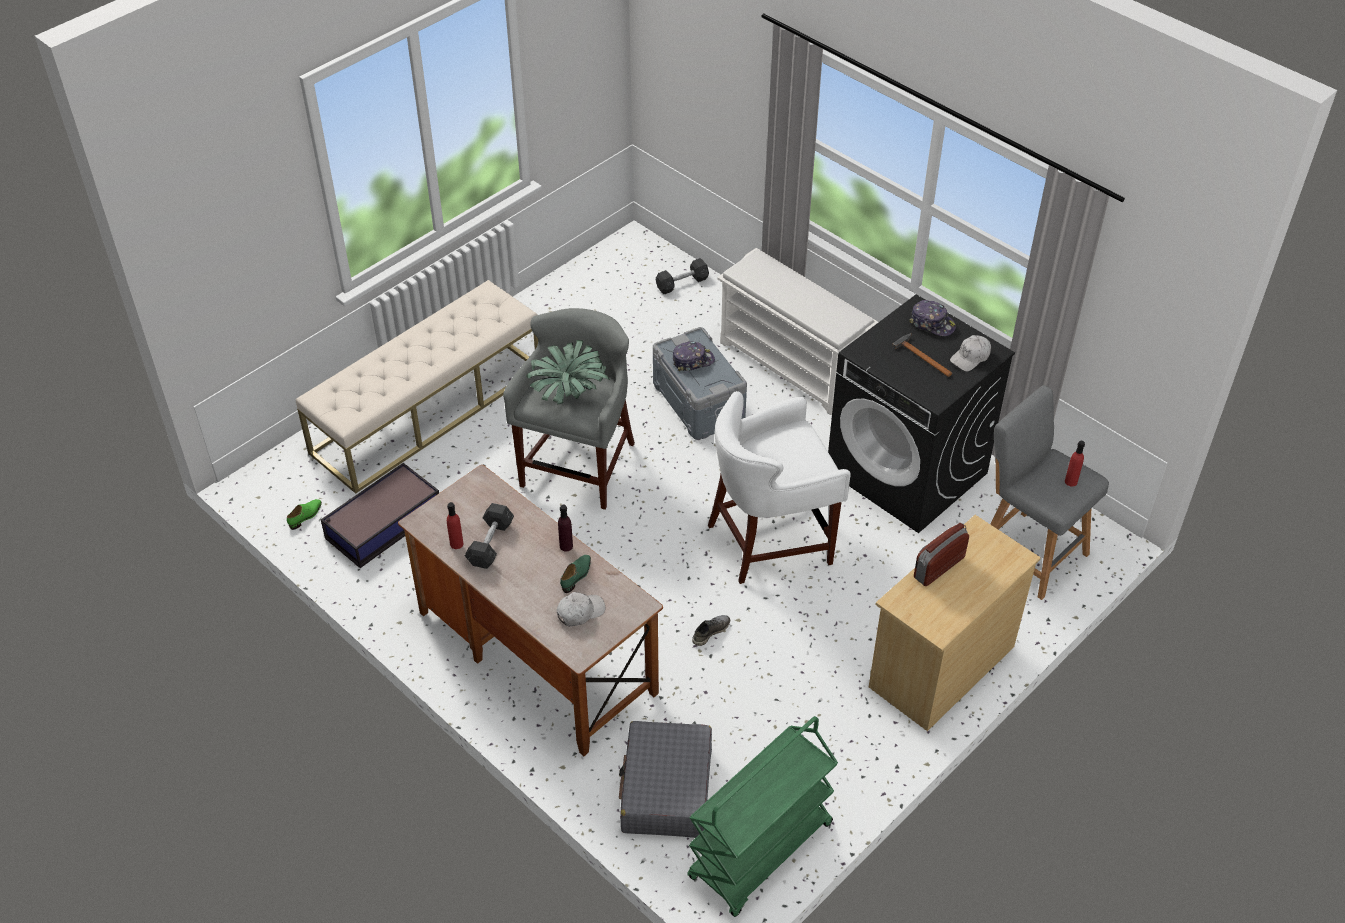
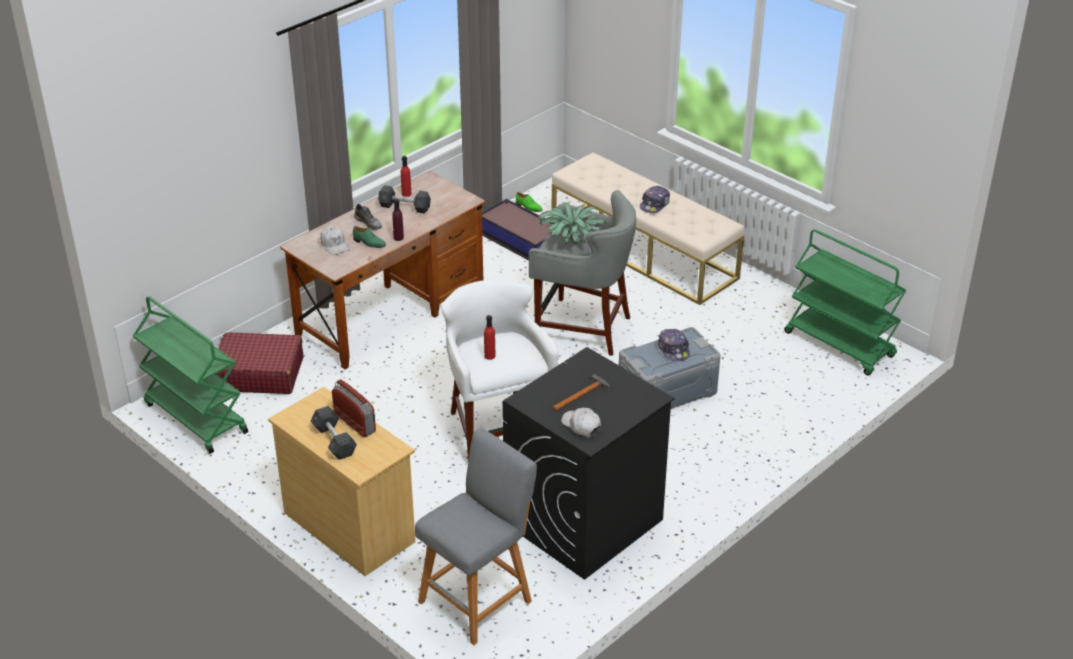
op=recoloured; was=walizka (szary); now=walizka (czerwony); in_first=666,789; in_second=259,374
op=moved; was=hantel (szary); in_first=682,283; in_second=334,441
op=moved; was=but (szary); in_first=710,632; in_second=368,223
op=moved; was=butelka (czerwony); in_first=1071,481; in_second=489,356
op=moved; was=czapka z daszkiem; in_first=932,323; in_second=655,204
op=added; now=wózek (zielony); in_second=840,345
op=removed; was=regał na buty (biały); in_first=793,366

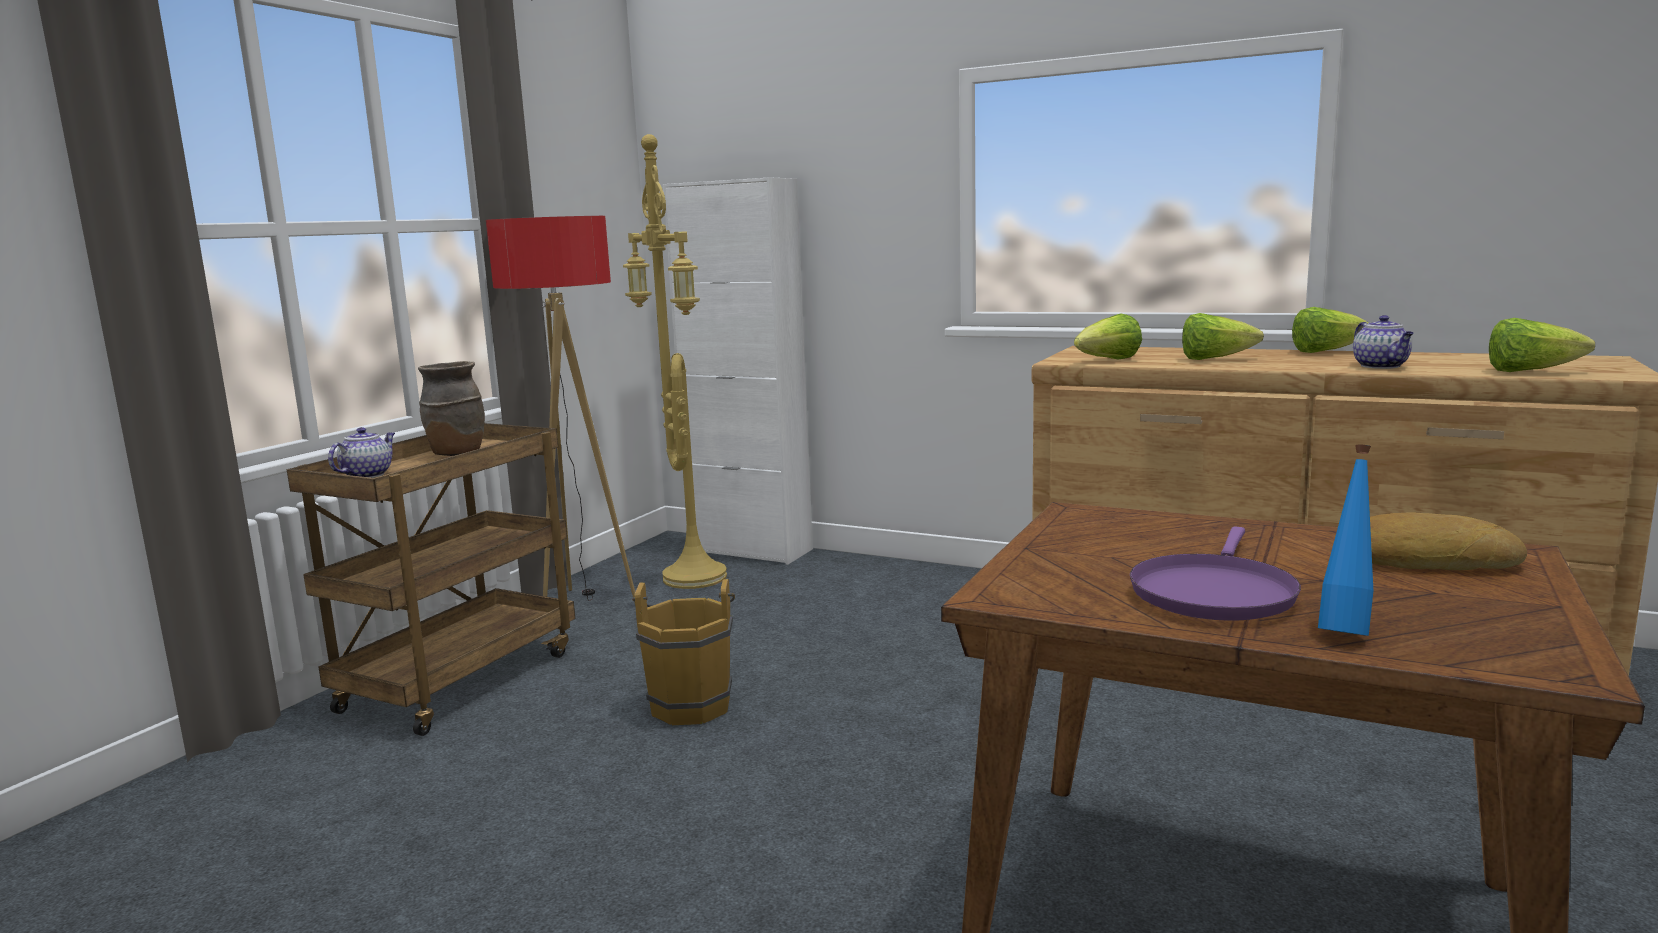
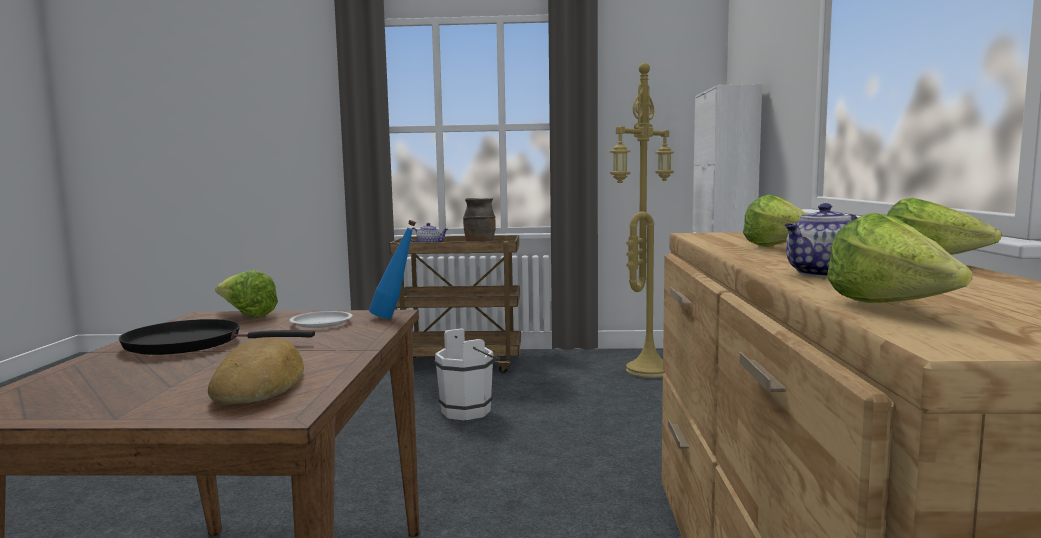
op=recoloured; was=patelnia (fioletowy); now=patelnia (czarny); in_first=1212,593; in_second=192,343
op=moved; was=sałata; in_first=1108,361; in_second=246,315
op=added; now=talerz (biały); in_second=322,323
op=moved; was=butelka (niebieski); in_first=1345,630; in_second=394,318
op=recoloured; was=wiadro (brązowy); now=wiadro (biały); in_first=692,704; in_second=470,411
op=removed; was=lampa stojąca; in_first=584,605

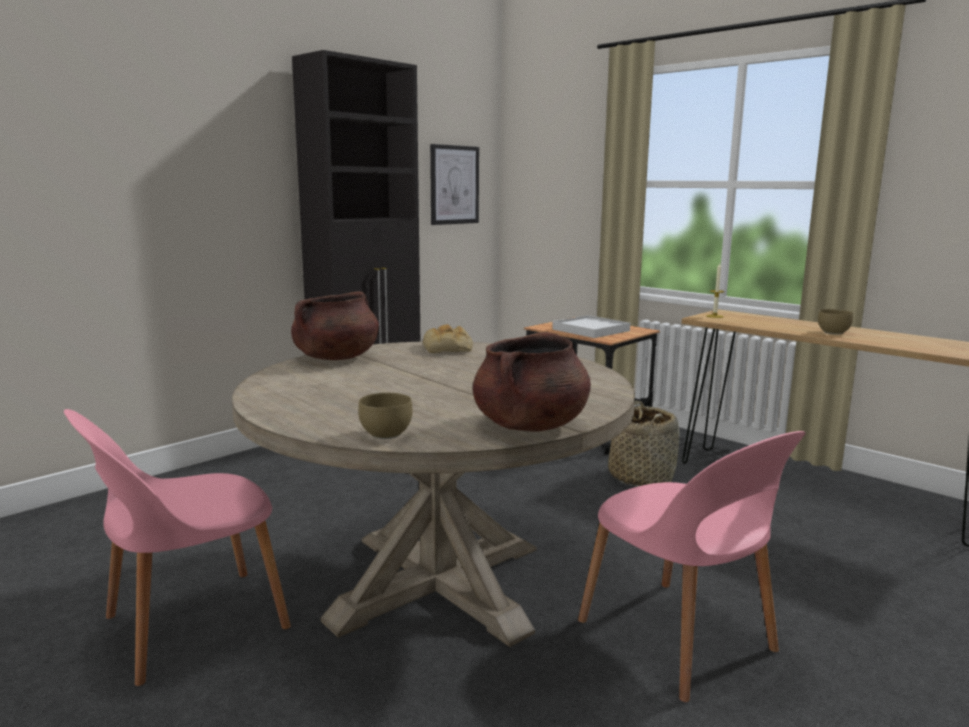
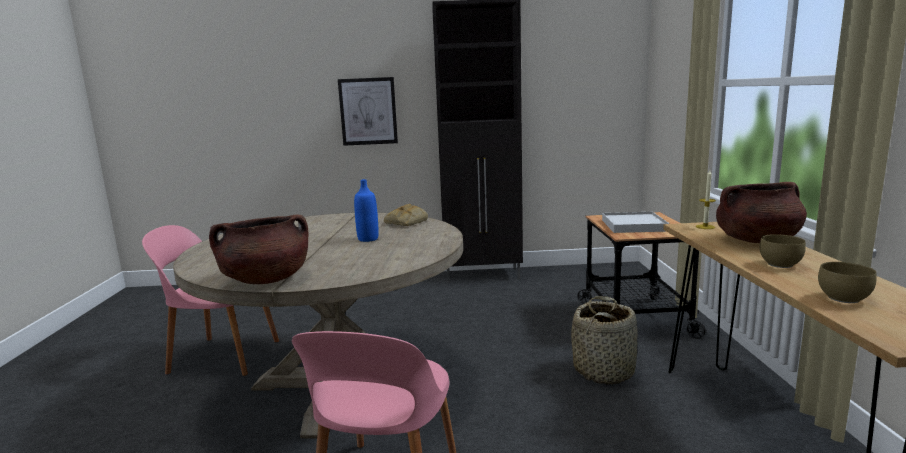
op=moved; was=obraz; in_first=454,185; in_second=368,111
op=added; now=butelka (niebieski); in_second=368,239
op=moved; was=garnek (brązowy); in_first=336,358; in_second=756,240
op=moved; was=miska (brązowy); in_first=387,433; in_second=844,298

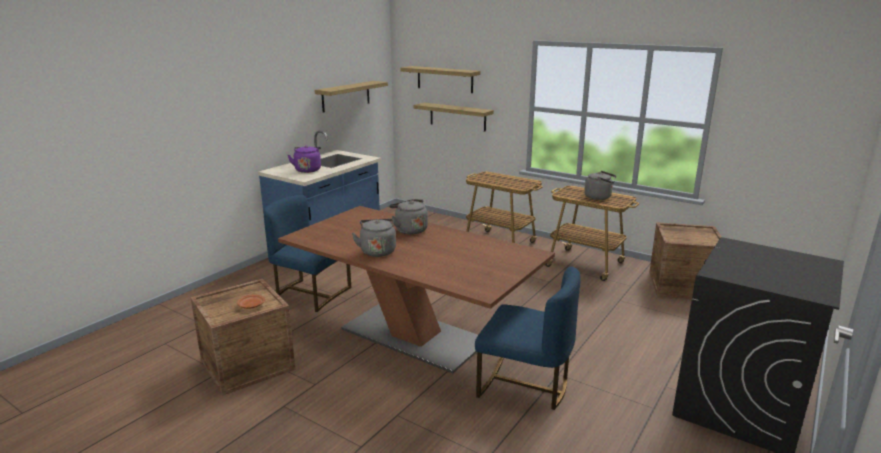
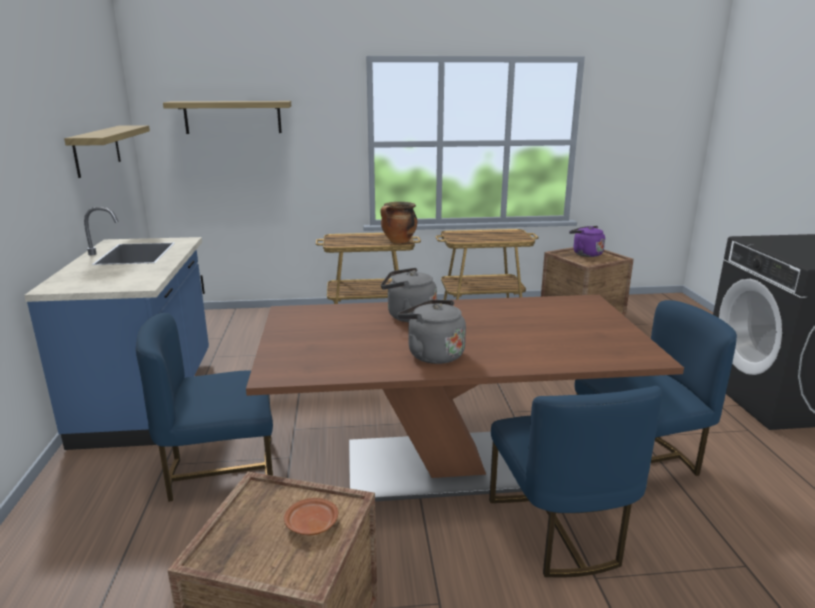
op=added; now=garnek; in_second=398,242
op=added; now=krzesło (niebieski); in_second=558,530
op=moved; was=czajnik (fioletowy); in_first=308,170; in_second=585,254
op=removed; was=półka; in_first=457,116
op=removed; was=czajnik (szary); in_first=599,197

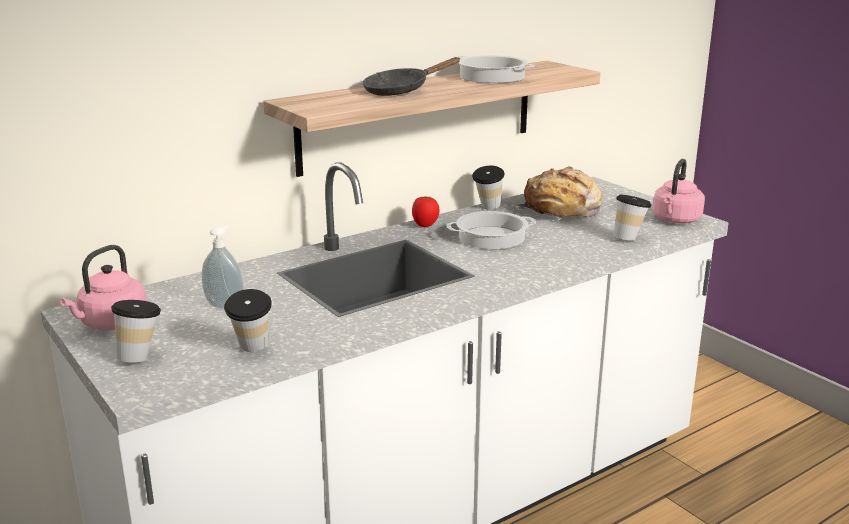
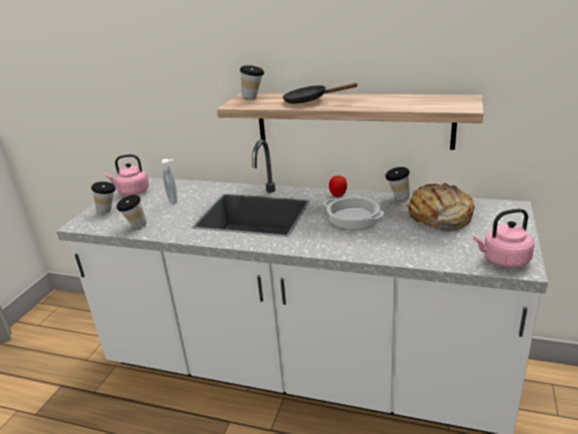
op=moved; was=filiżanka; in_first=629,238; in_second=254,97
op=removed; was=garnek; in_first=493,76

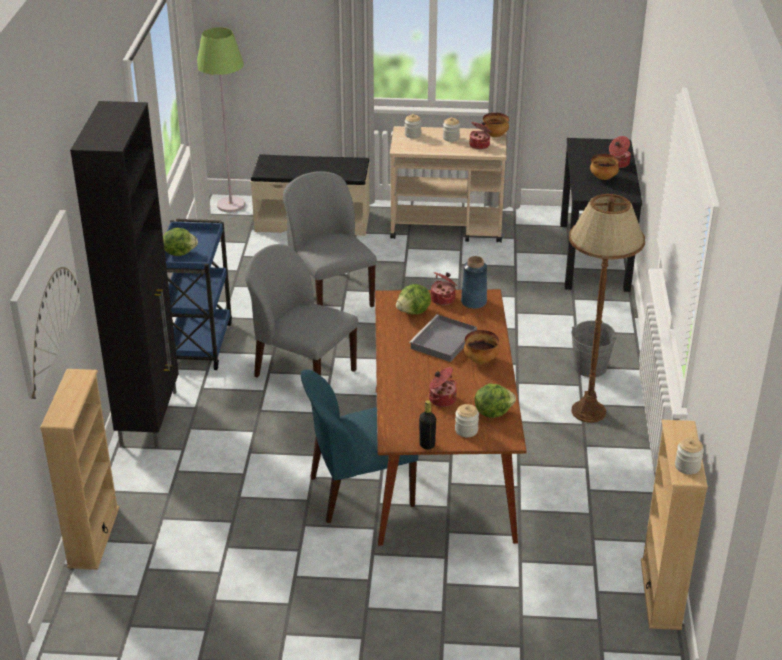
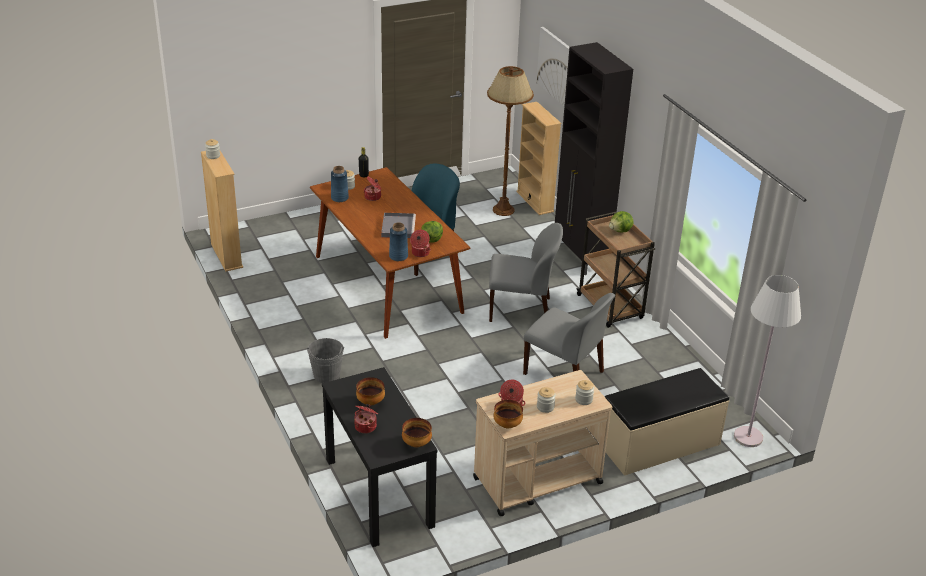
op=replaced; was=sałata; now=wazon (niebieski); in_first=492,412; in_second=340,198
op=moved; was=miska; in_first=481,360; in_second=416,444
op=moved; was=lampa stojąca (brązowy); in_first=588,412; in_second=503,210
op=recoloured; was=wózek (niebieski); now=wózek (brązowy); in_first=199,343; in_second=610,308
op=recoloured; was=lampa stojąca (zielony); now=lampa stojąca (biały); in_first=231,205; in_second=748,437

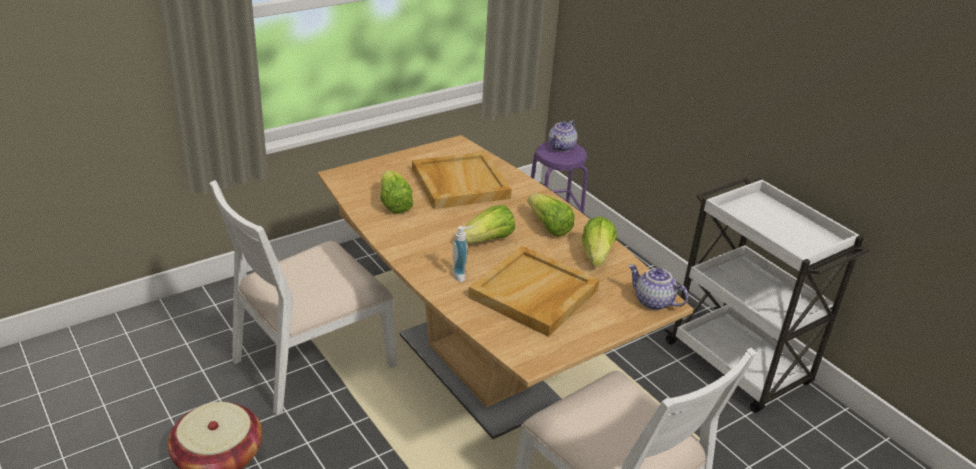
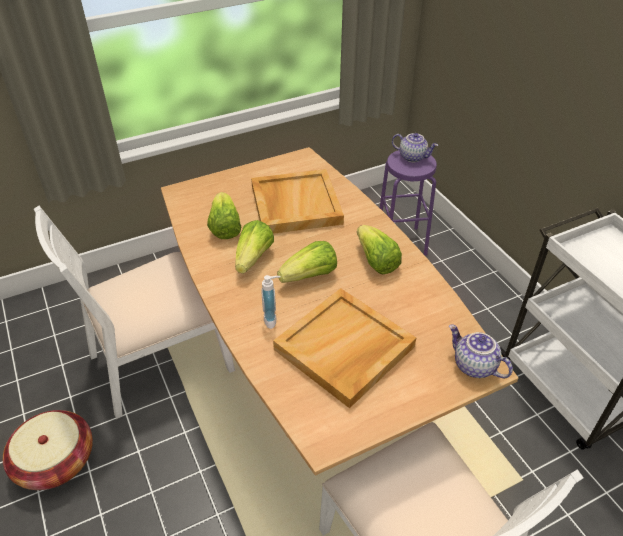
op=moved; was=sałata; in_first=596,255; in_second=253,258
op=turned; was=imbryk; in_first=562,147; in_second=413,157; clockwise=-105

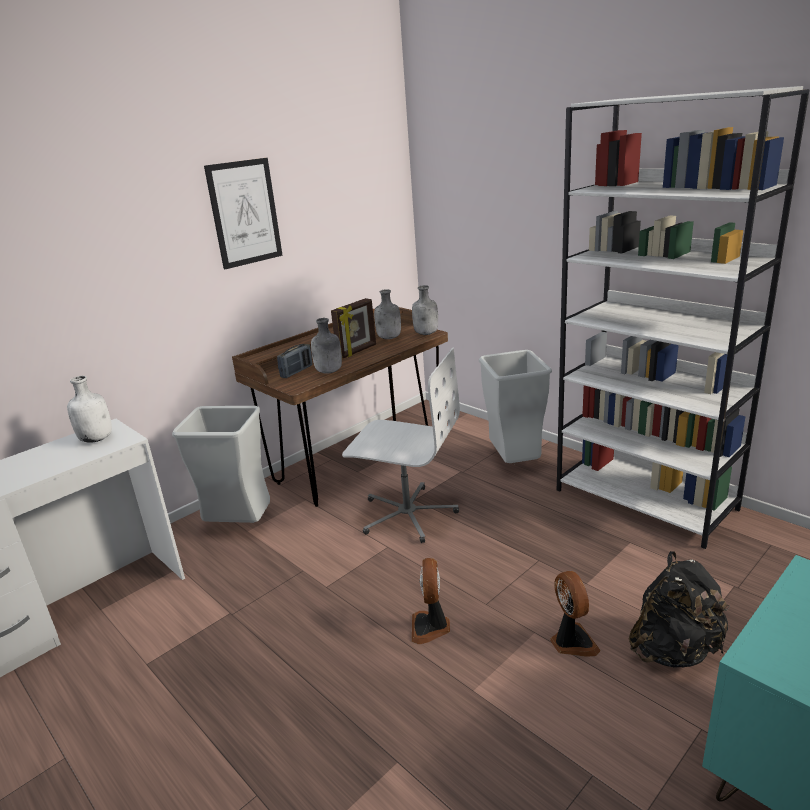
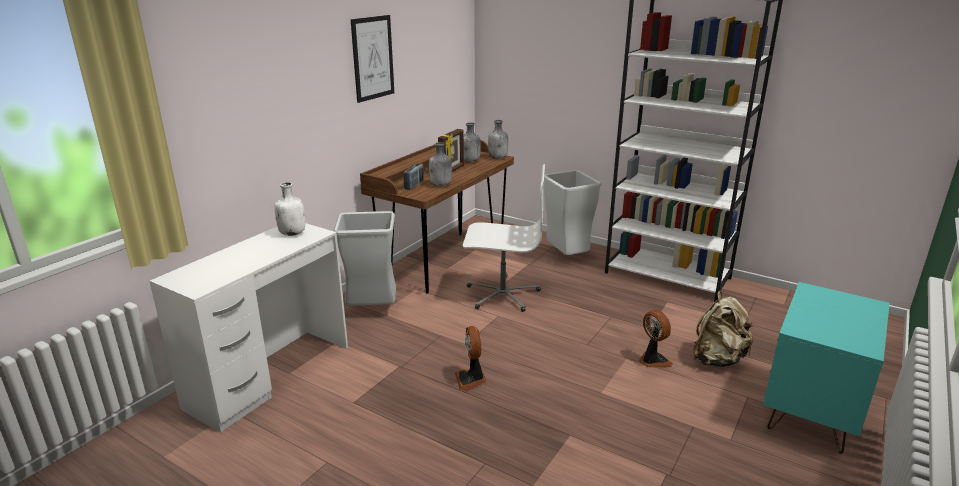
op=moved; was=wentylator; in_first=431,627; in_second=471,379
op=recoloured; was=plecak (czarny); now=plecak (beżowy); in_first=674,650; in_second=717,359

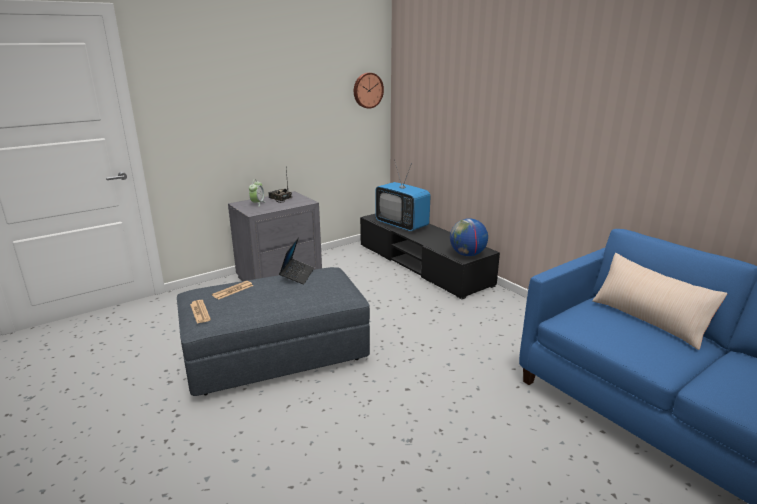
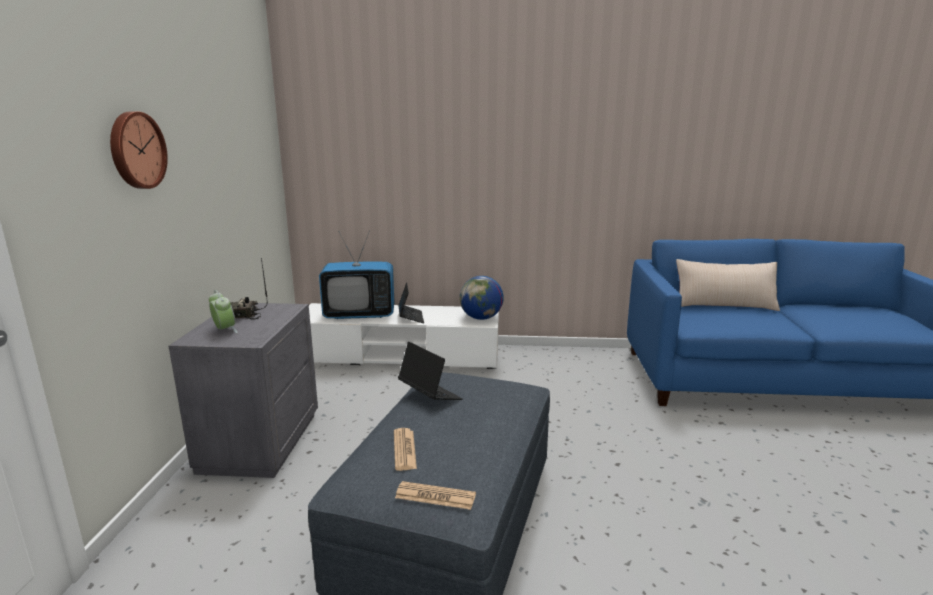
op=moved; was=zegar ścienny; in_first=367,90; in_second=136,150
op=recoloured; was=szafka pod telewizor (czarny); now=szafka pod telewizor (biały); in_first=422,264; in_second=400,355
op=added; now=laptop; in_second=410,317

